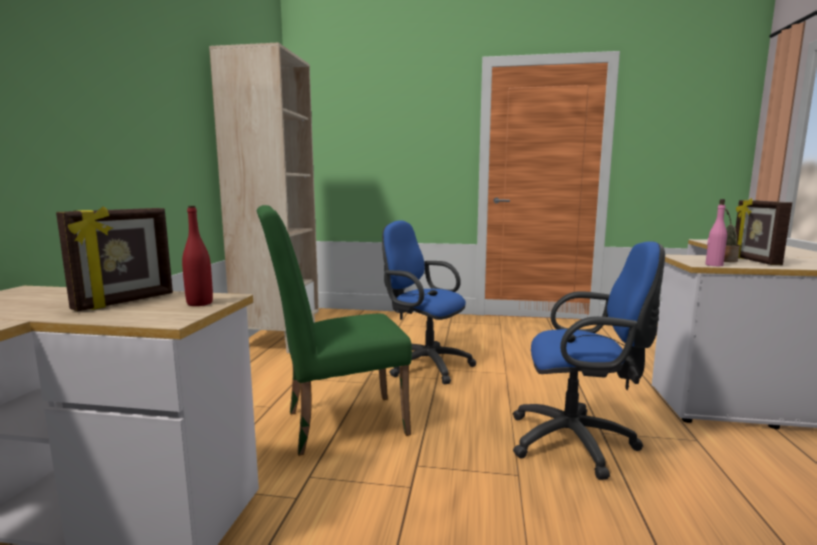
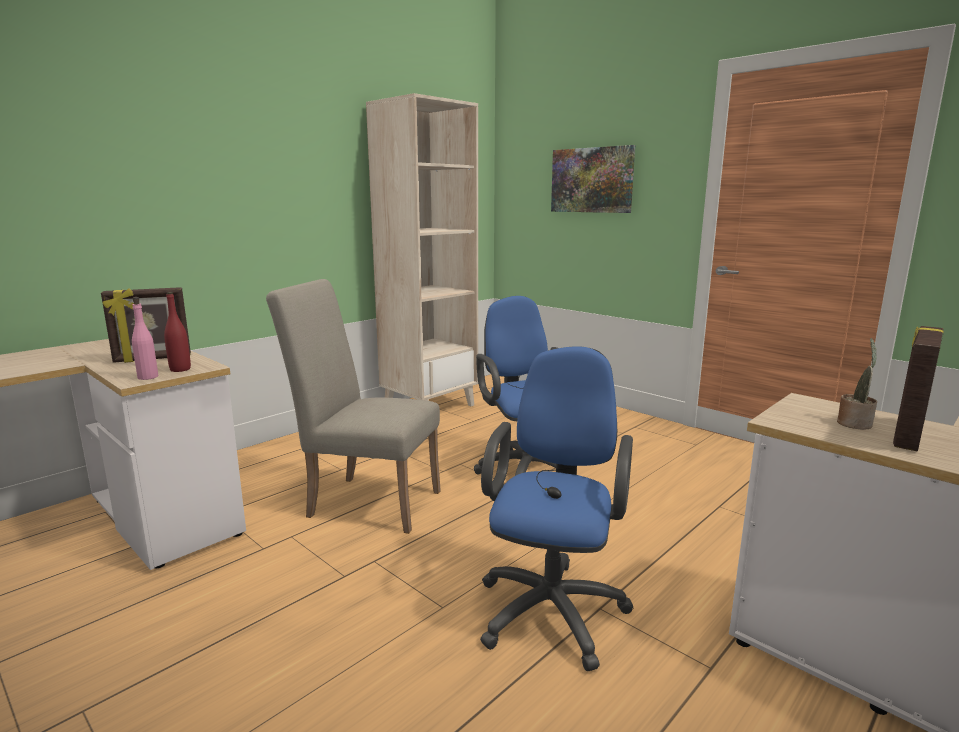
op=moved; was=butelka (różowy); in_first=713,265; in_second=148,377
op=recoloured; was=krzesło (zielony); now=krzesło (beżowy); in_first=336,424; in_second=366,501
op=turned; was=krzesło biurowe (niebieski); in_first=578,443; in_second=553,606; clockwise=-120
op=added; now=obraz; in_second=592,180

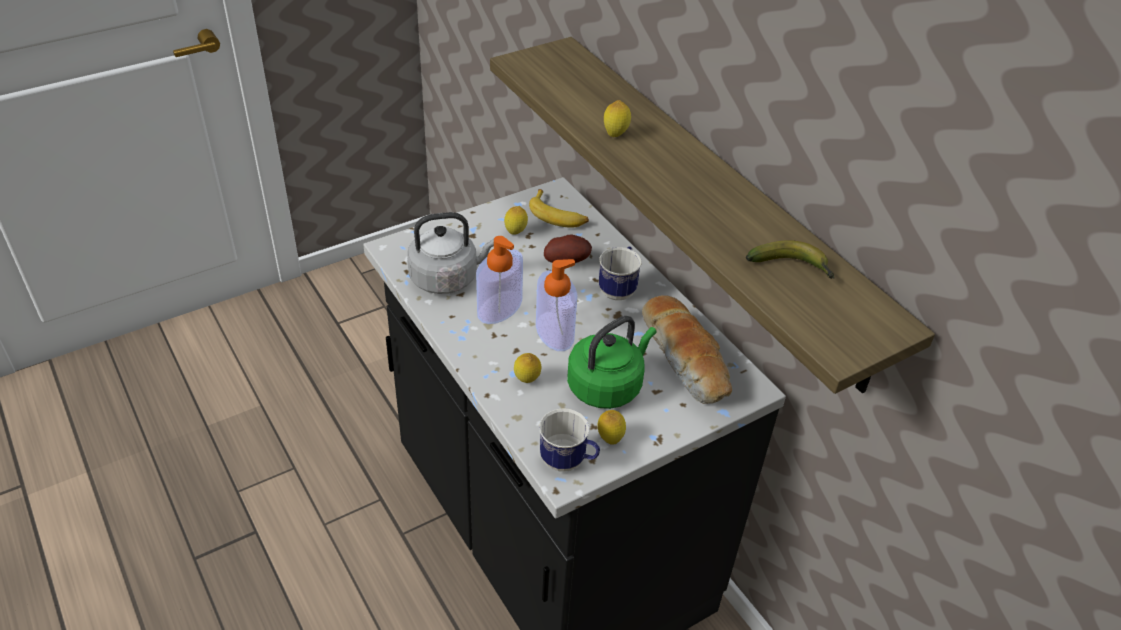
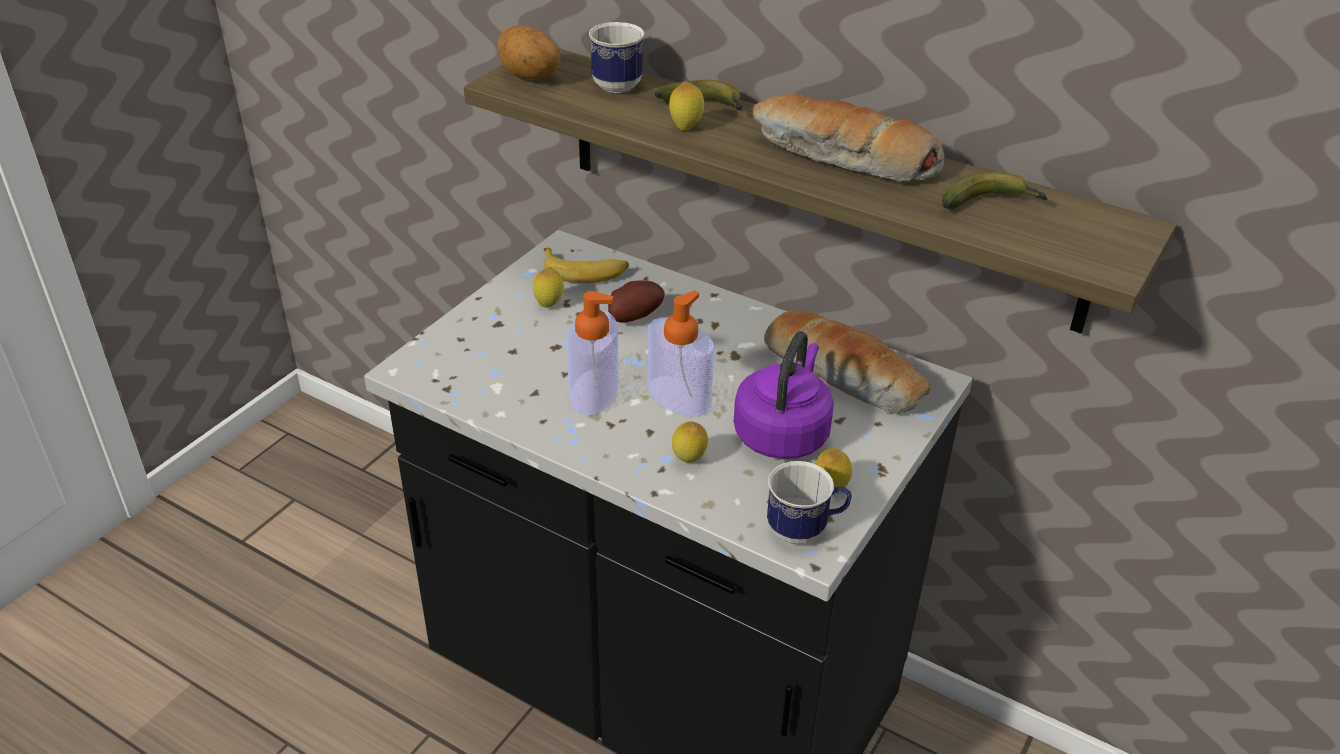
op=added; now=ziemniak; in_second=529,77
op=moved; was=kubek; in_first=619,288; in_second=616,82
op=added; now=banan; in_second=706,106
op=recoloured; was=czajnik (zielony); now=czajnik (fioletowy); in_first=607,385; in_second=783,433
op=added; now=chleb; in_second=842,159
op=removed; was=czajnik (szary); in_first=447,278

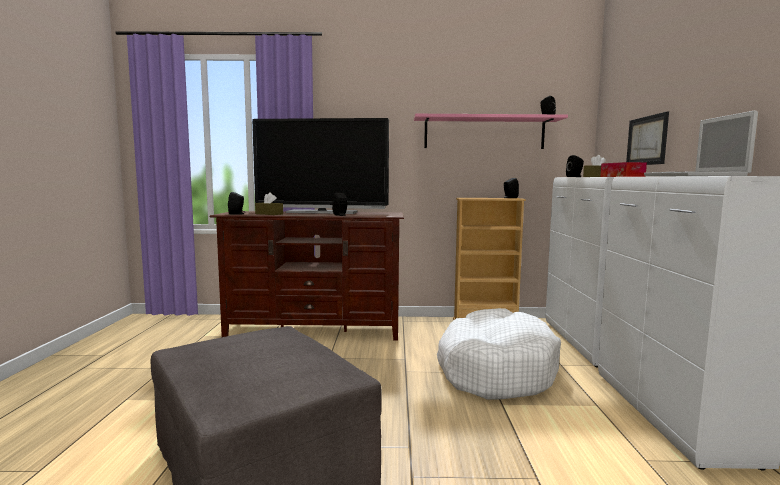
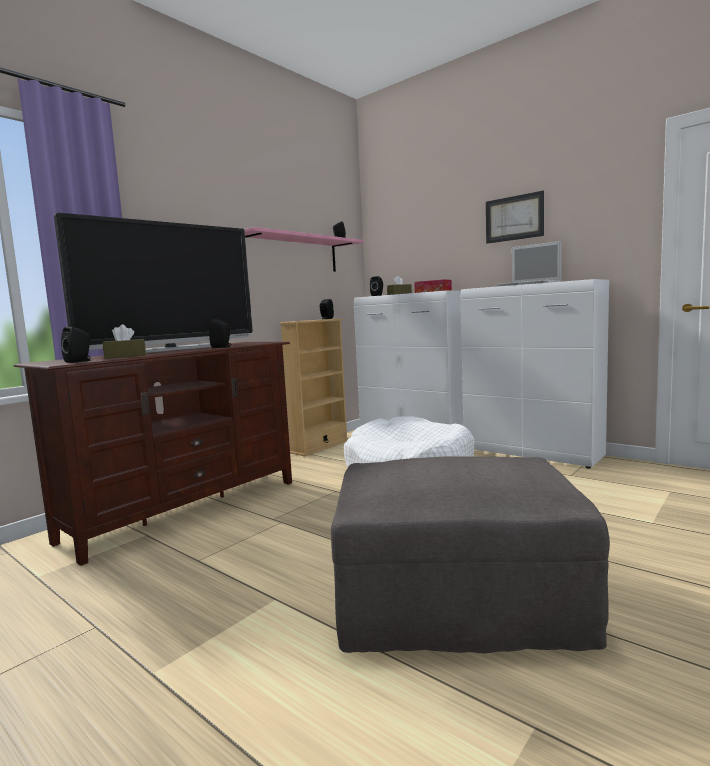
op=moved; was=obraz; in_first=647,140; in_second=514,218

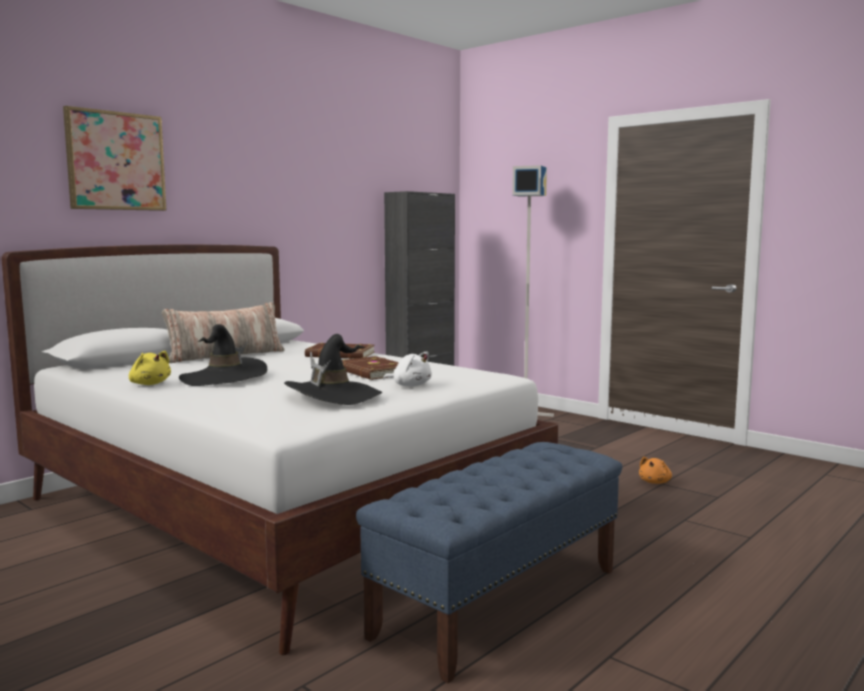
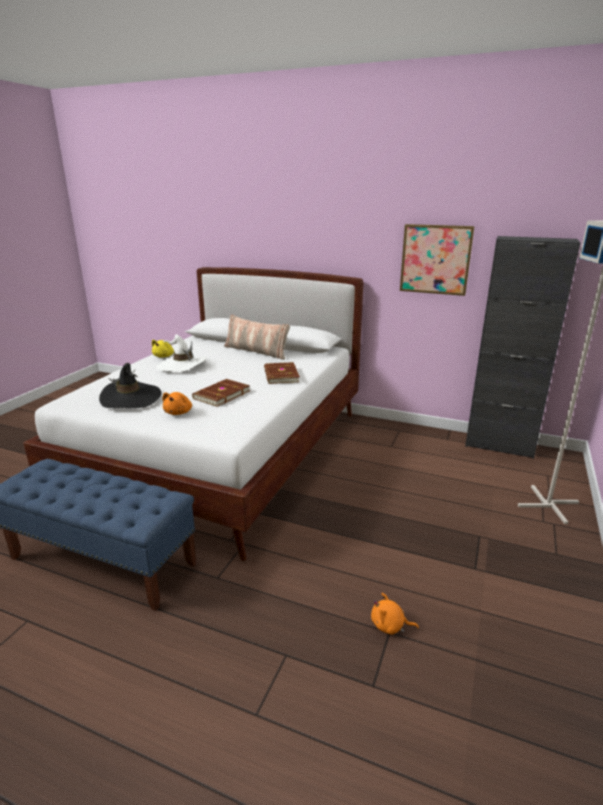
op=recoloured; was=kapelusz (czarny); now=kapelusz (biały); in_first=223,378; in_second=181,366
op=recoloured; was=pluszak (biały); now=pluszak (pomarańczowy); in_first=410,385; in_second=179,412
op=moved; was=obraz; in_first=115,161; in_second=435,259

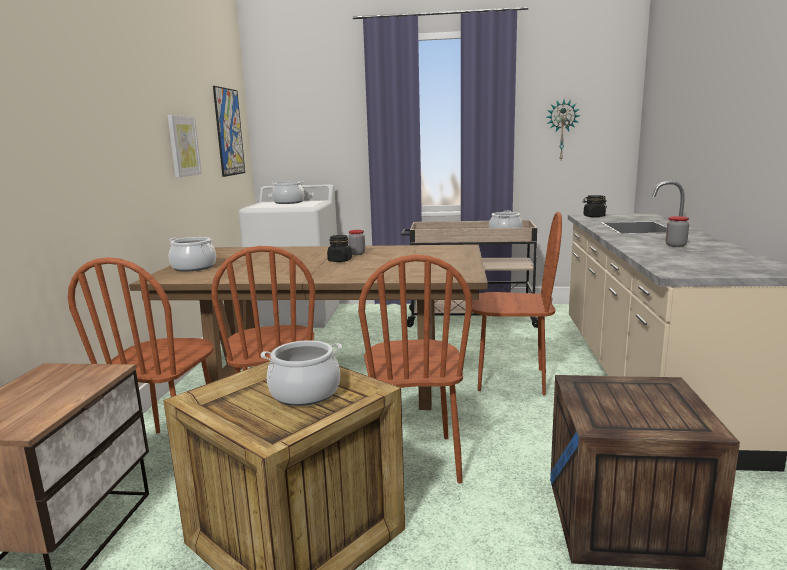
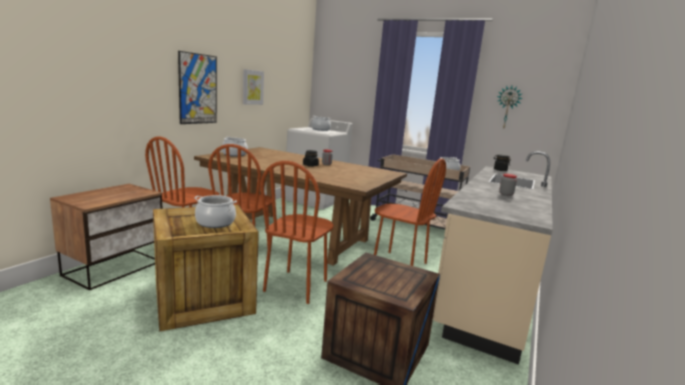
op=moved; was=obraz; in_first=229,132; in_second=198,89

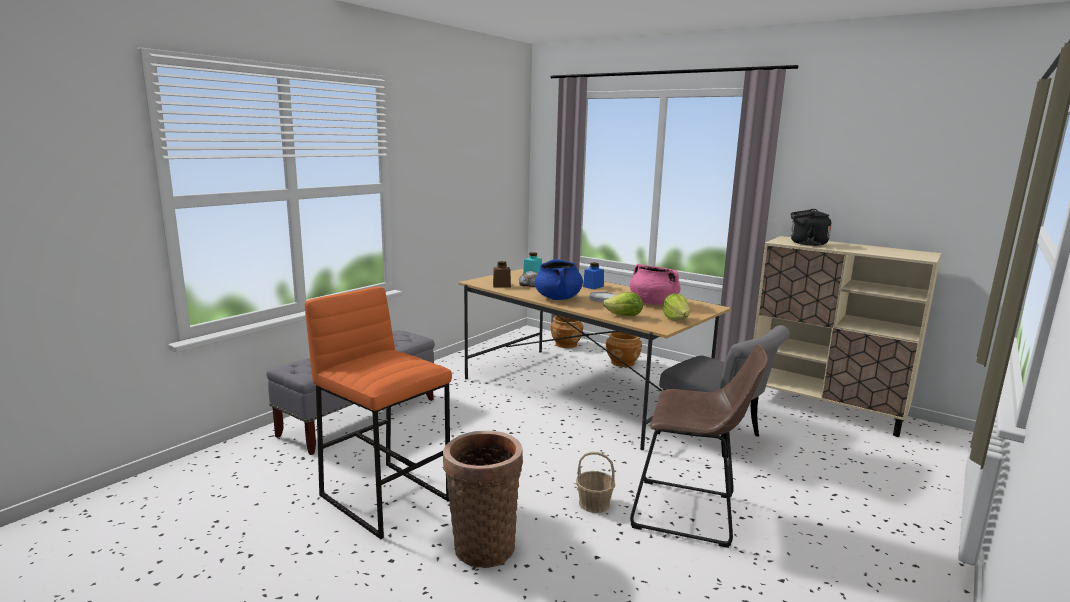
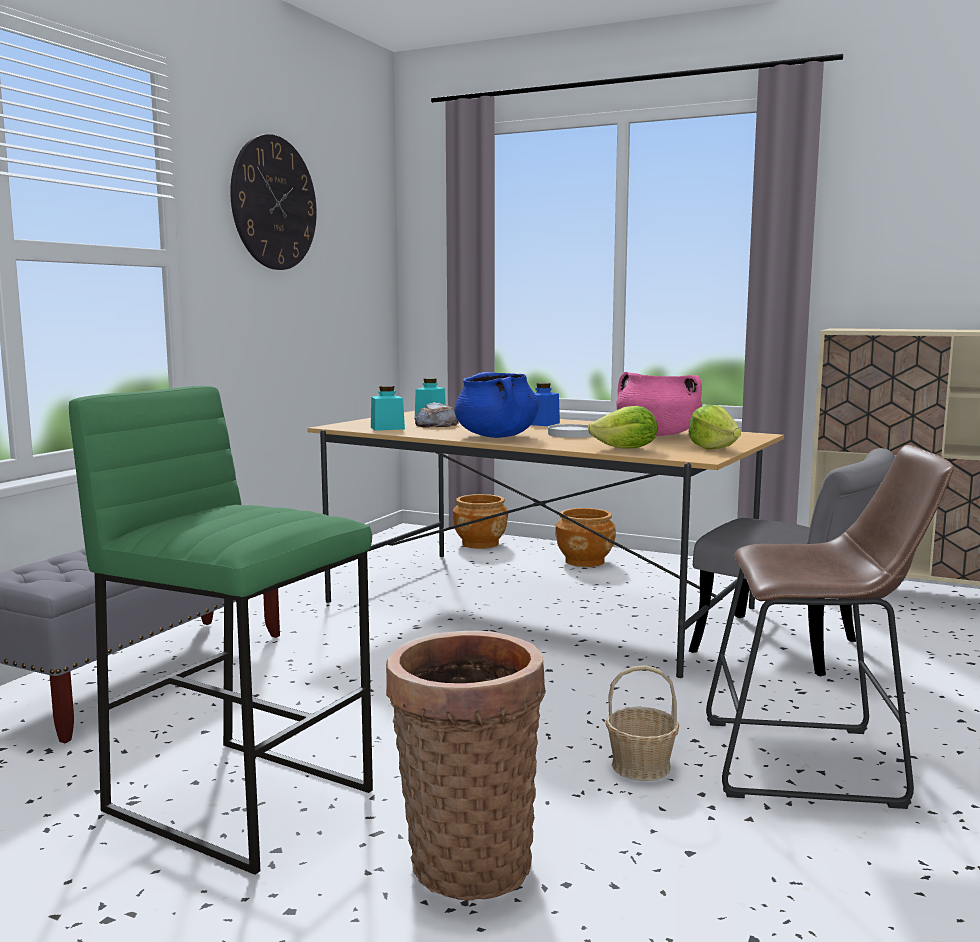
op=recoloured; was=stołek (pomarańczowy); now=stołek (zielony); in_first=386,497; in_second=242,799
op=added; now=zegar ścienny; in_second=274,203
op=recoloured; was=słoik (brązowy); now=słoik (turkusowy); in_first=501,285; in_second=387,428
op=removed; was=czajnik (czarny); in_first=805,243

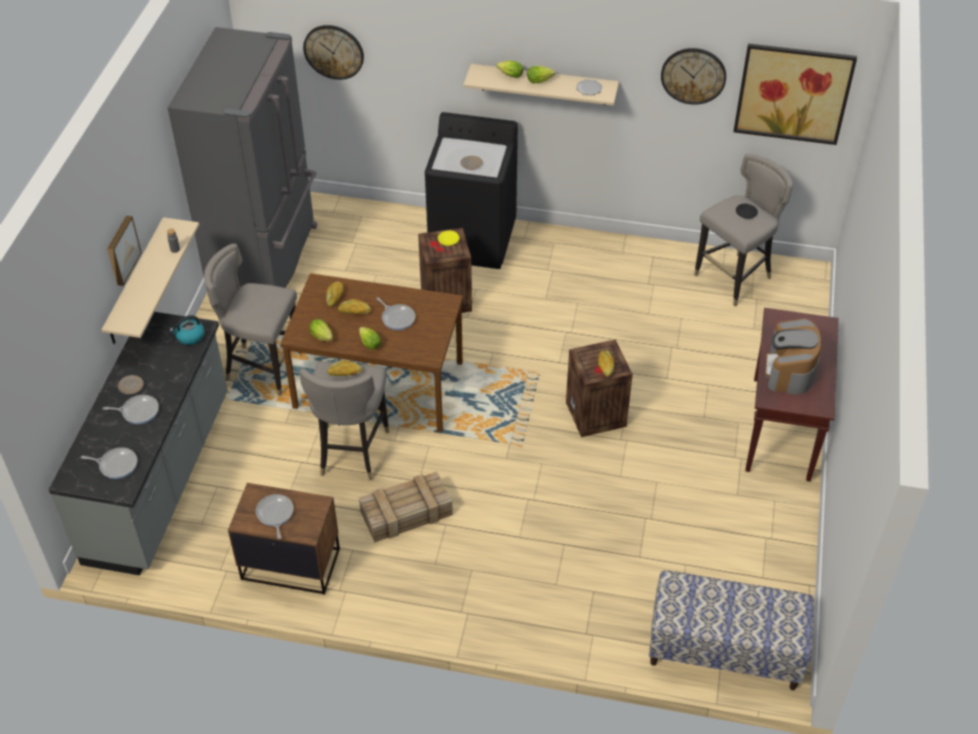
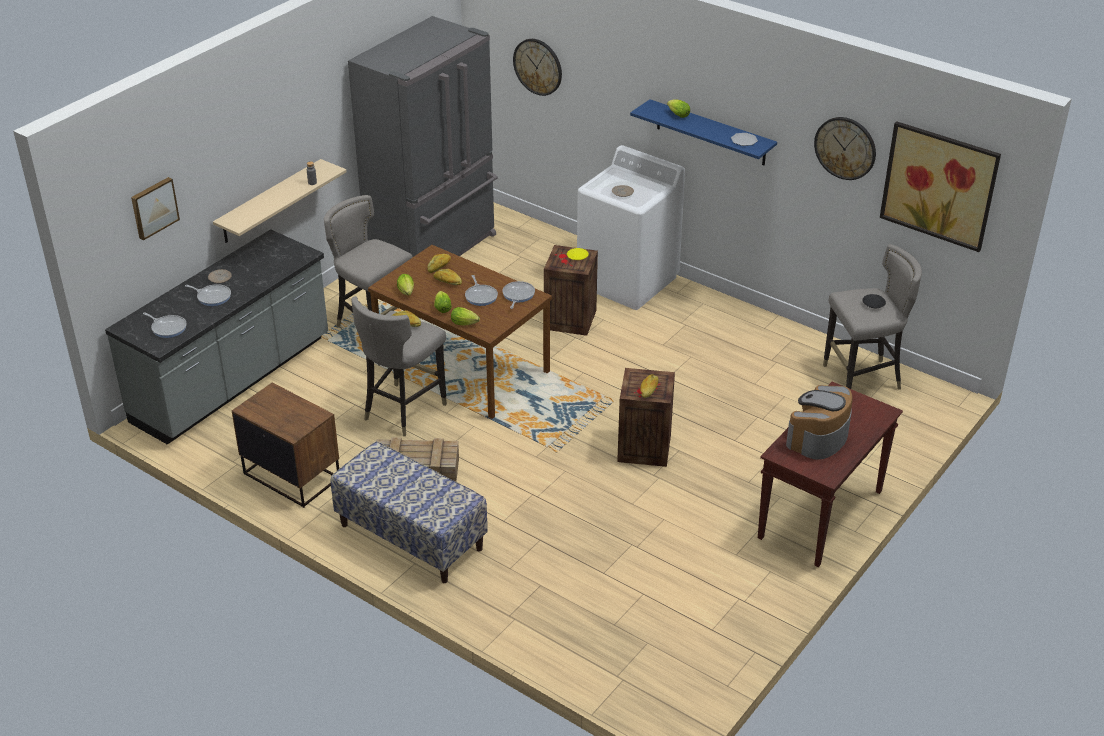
op=moved; was=obraz; in_first=121,250; in_second=153,207
op=moved; was=ławka; in_first=724,651; in_second=410,537
op=moved; was=sałata; in_first=541,81; in_second=466,324
op=moved; was=patelnia; in_first=275,514; in_second=518,295
op=recoloured; was=pralka (czarny); now=pralka (biały); in_first=473,240; in_second=628,281
op=recoloured; was=półka (beżowy); now=półka (niebieski); in_first=543,84; in_second=711,133
op=removed; was=czajnik; in_first=190,337

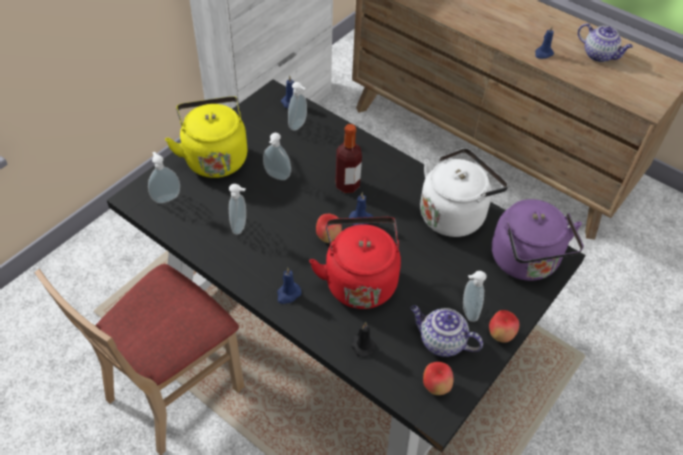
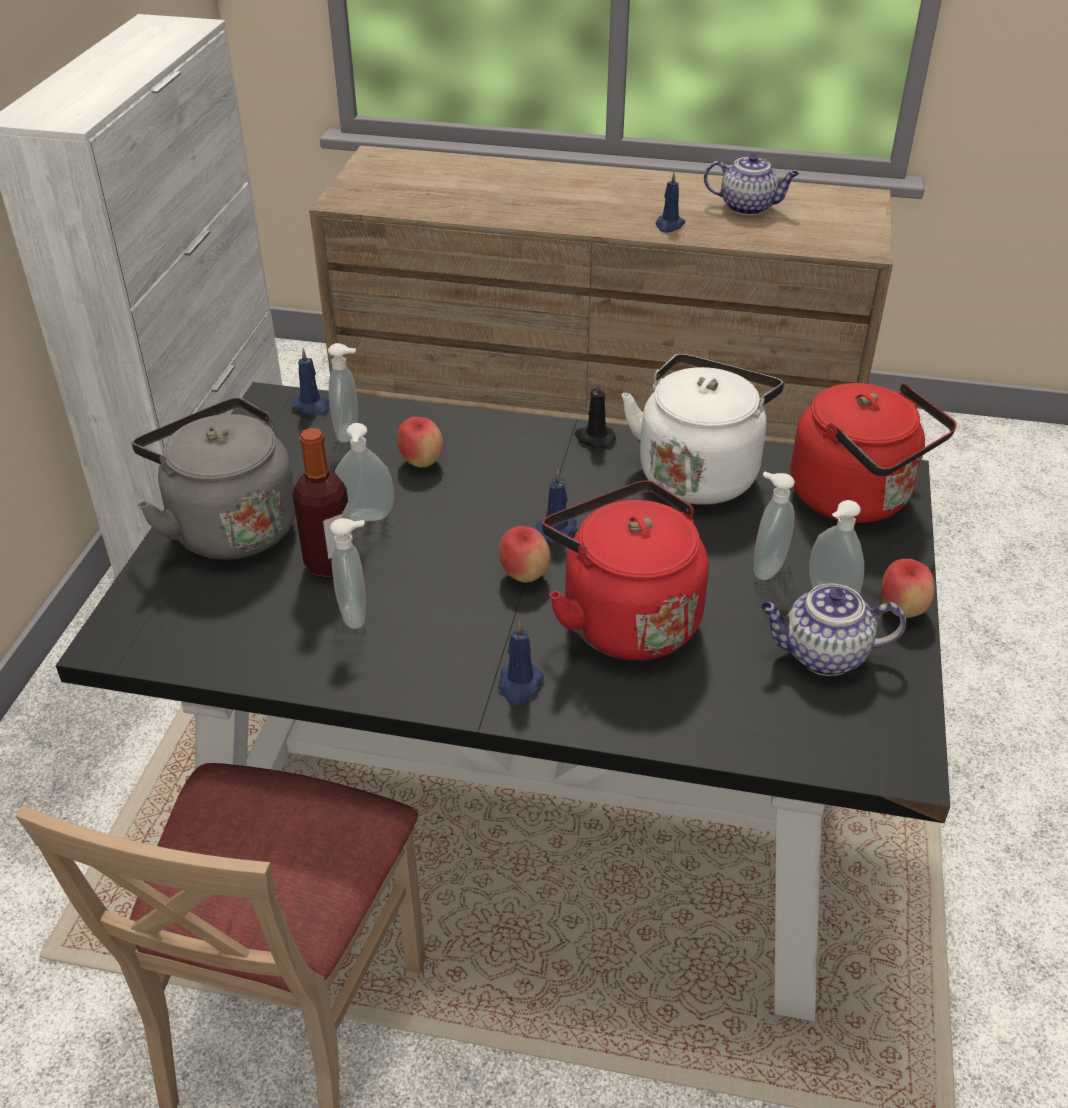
op=recoloured; was=czajnik (żółty); now=czajnik (szary); in_first=215,157; in_second=229,526
op=moved; was=butelka; in_first=347,185; in_second=330,564
op=moved; was=jabłko; in_first=436,386; in_second=421,462
op=moved; was=świeca (czarny); in_first=362,345; in_second=594,438
op=moved; was=dozownik mydła; in_first=166,197; in_second=766,567
op=recoloured; was=czajnik (fioletowy); now=czajnik (czerwony); in_first=526,262; in_second=857,499

